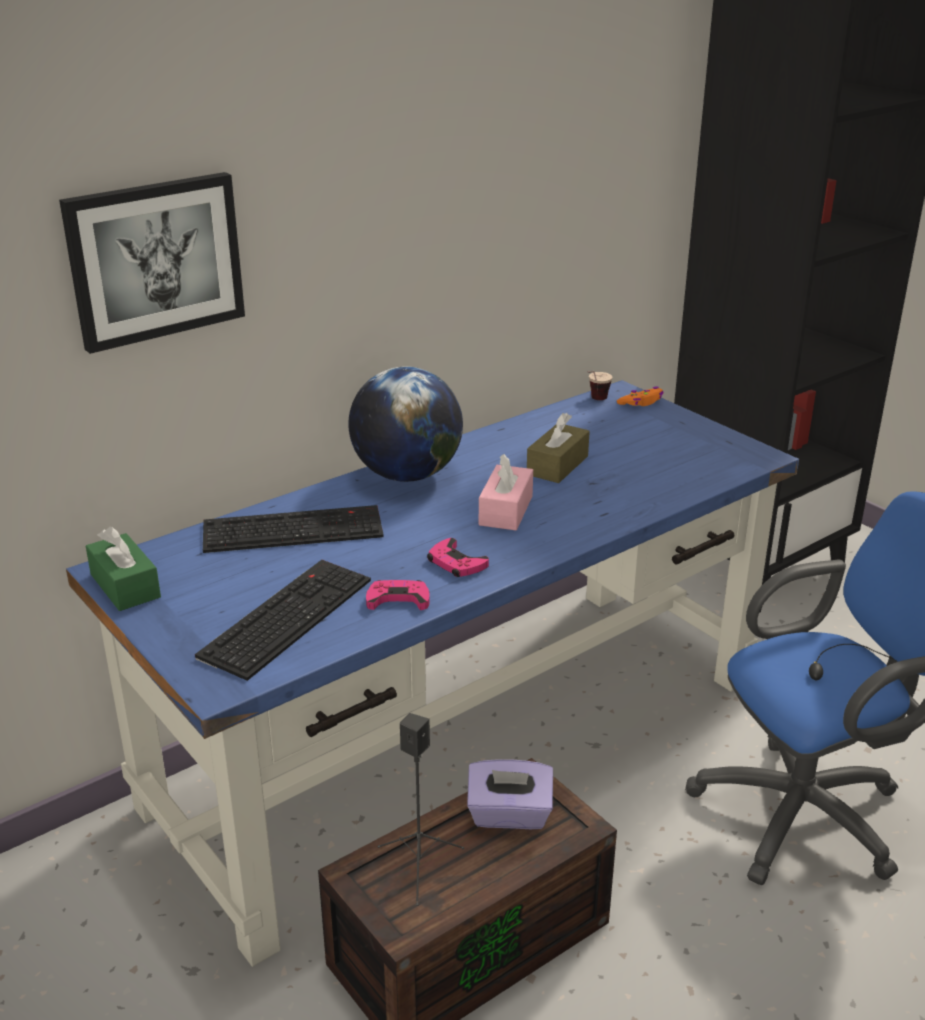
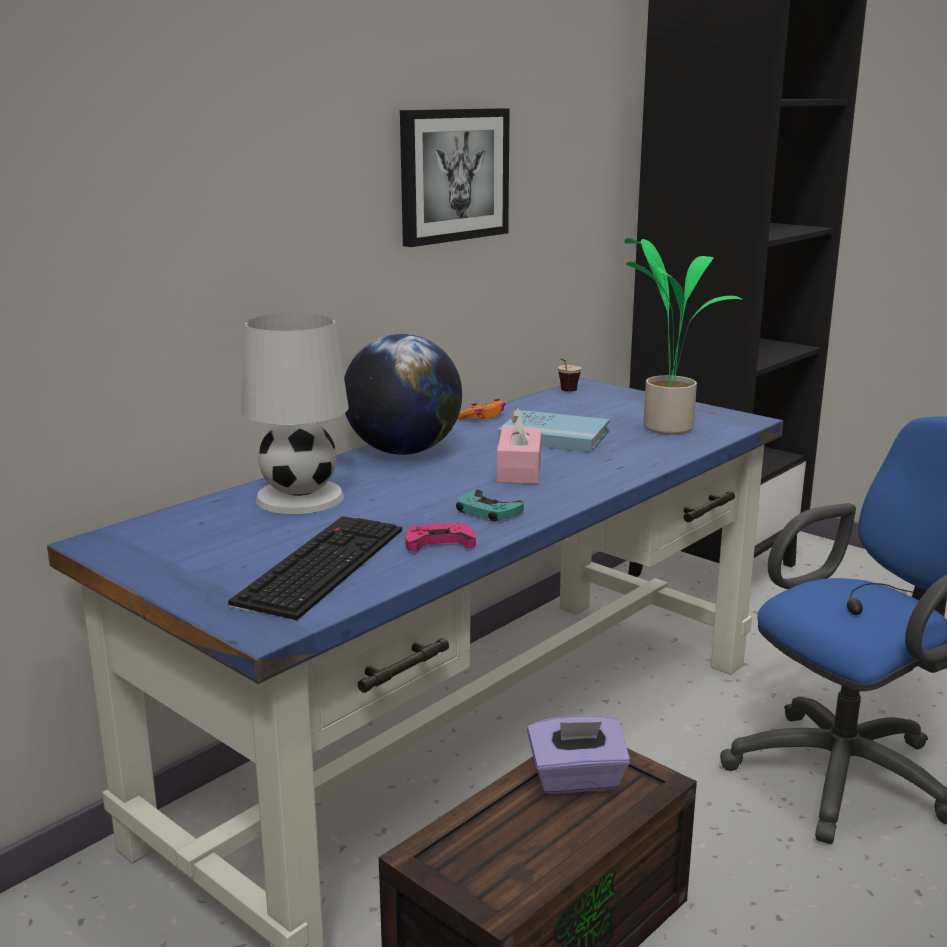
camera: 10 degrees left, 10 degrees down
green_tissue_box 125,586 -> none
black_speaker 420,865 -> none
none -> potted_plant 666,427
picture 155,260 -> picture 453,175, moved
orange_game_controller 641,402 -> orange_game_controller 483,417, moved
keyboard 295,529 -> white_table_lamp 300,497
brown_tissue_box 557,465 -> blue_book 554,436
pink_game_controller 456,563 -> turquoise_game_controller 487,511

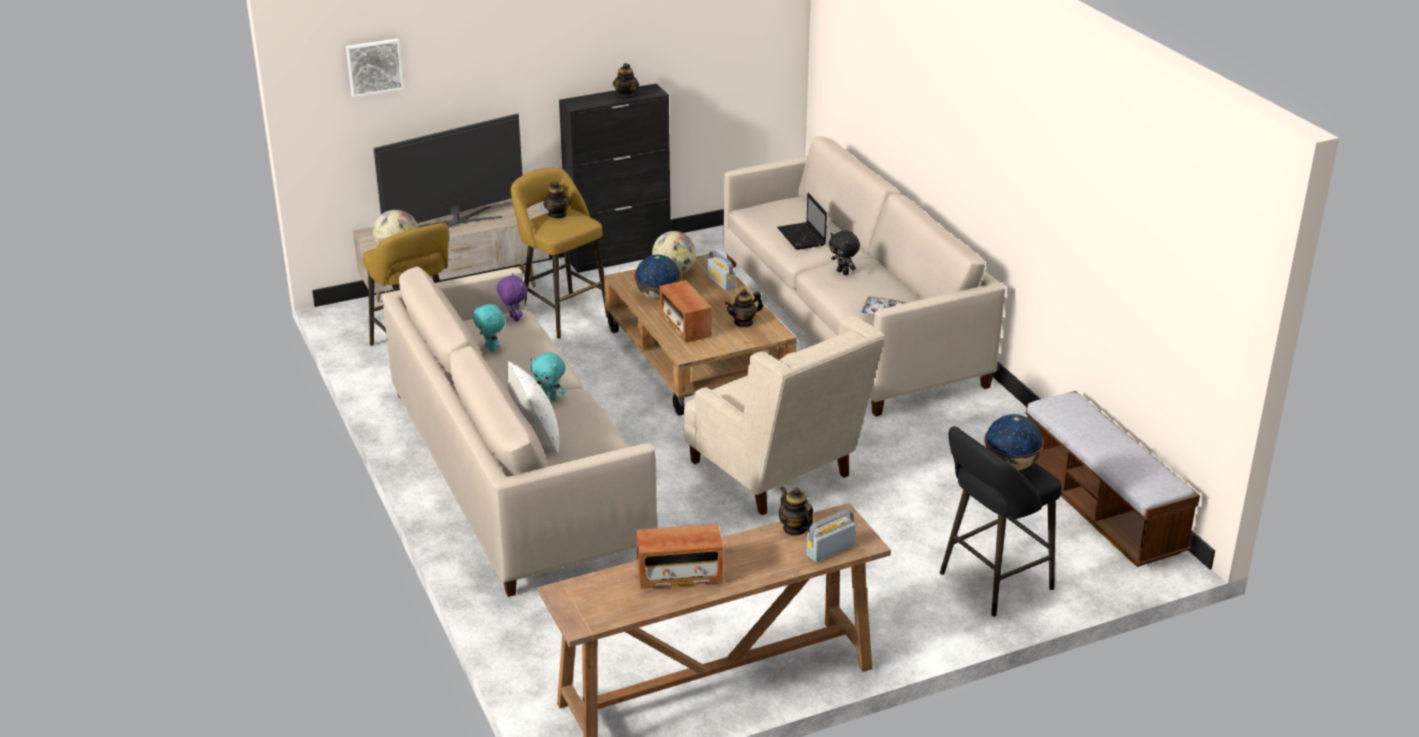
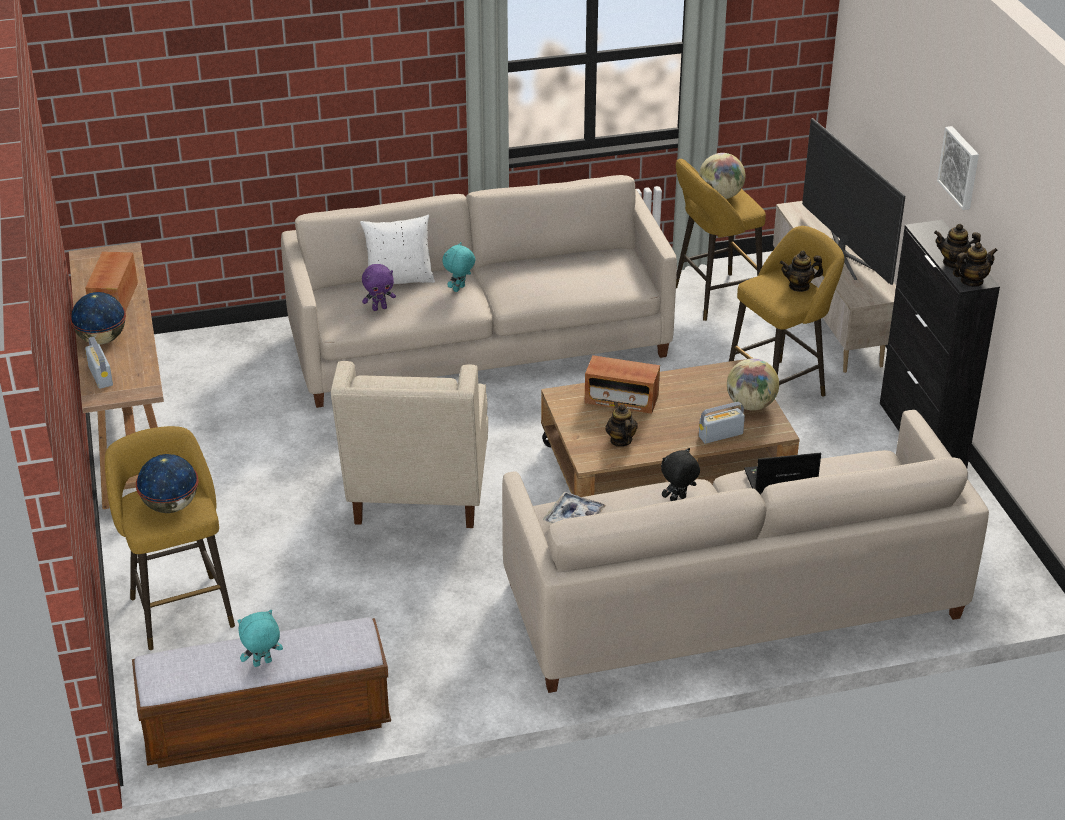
camera: 100 degrees right, 5 degrees up
picture 374,66 -> picture 961,167, moved
turquoise_plush_toy 491,348 -> turquoise_plush_toy 262,664, moved
purple_plush_toy 513,318 -> purple_plush_toy 379,308, moved
globe 657,296 -> globe 102,340, moved
teapot 795,528 -> teapot 971,281, moved
black_stool 991,583 -> yellow_stool 180,608
radio 685,326 -> radio 621,400, 150 degrees counterclockwise
beige_armchair 778,475 -> beige_armchair 418,497, 60 degrees counterclockwise

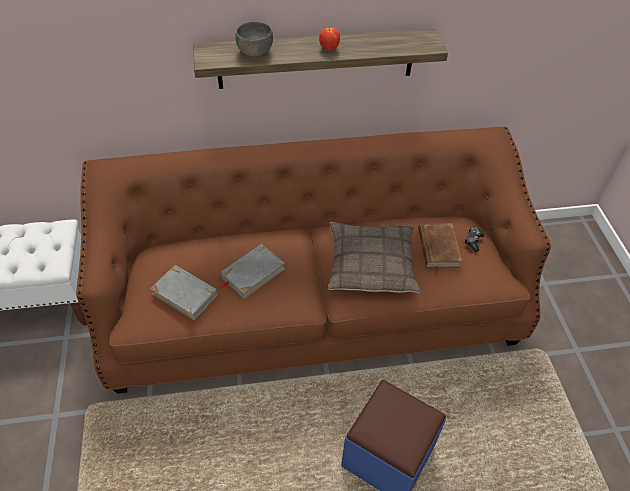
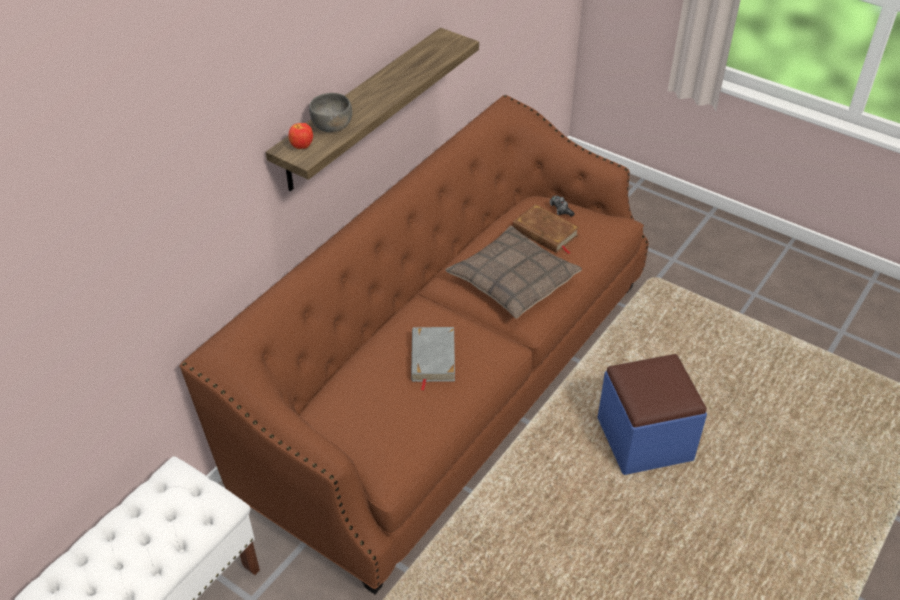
camera: 45 degrees left, 5 degrees down
grey_book 185,294 -> none
apple 329,48 -> apple 302,147, moved

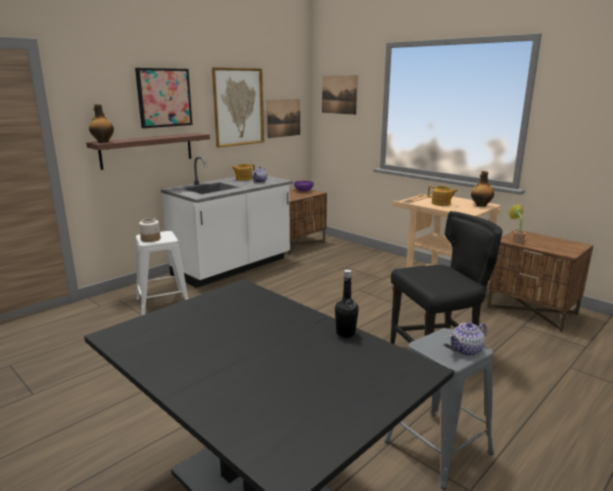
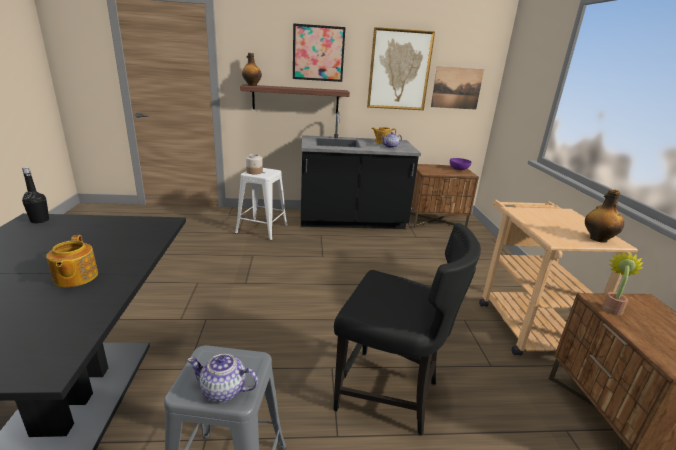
camera: 40 degrees right, 5 degrees up
picture 339,94 -> none
black_bottle 345,333 -> black_bottle 40,220, moved
teapot 441,204 -> teapot 75,277, moved
white_counter 233,267 -> black_counter 352,221

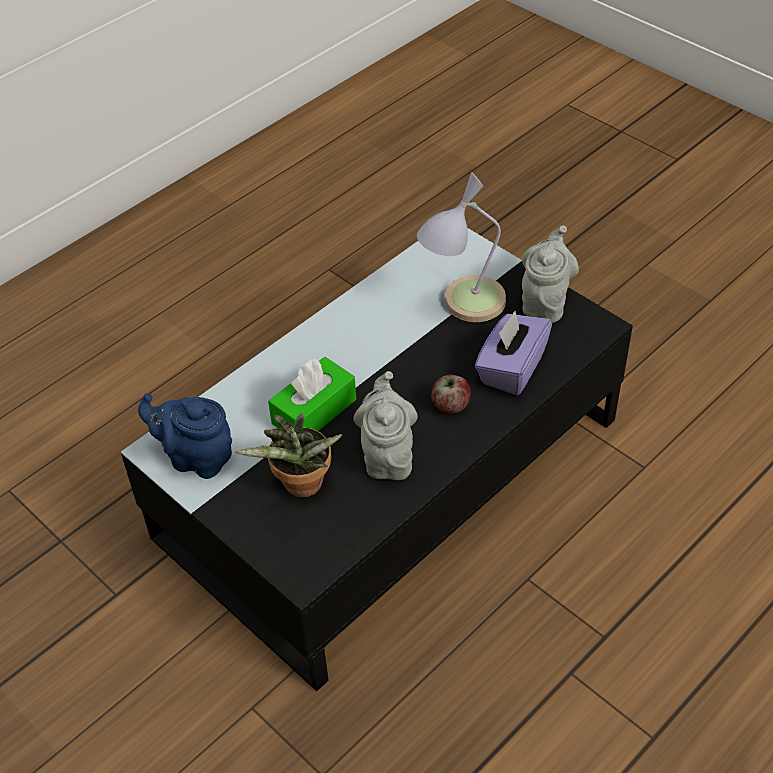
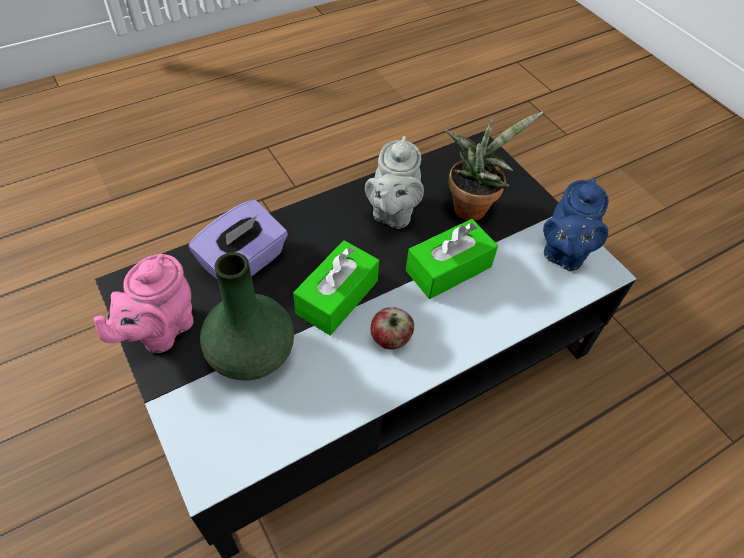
camera: 170 degrees left, 5 degrees up
none -> green_tissue_box 337,297
apple 450,405 -> apple 390,339, moved
table_lamp 462,304 -> green_vase 252,354
grey_teapot 545,302 -> pink_teapot 160,331
blue_teapot 196,458 -> blue_teapot 563,253, 75 degrees clockwise

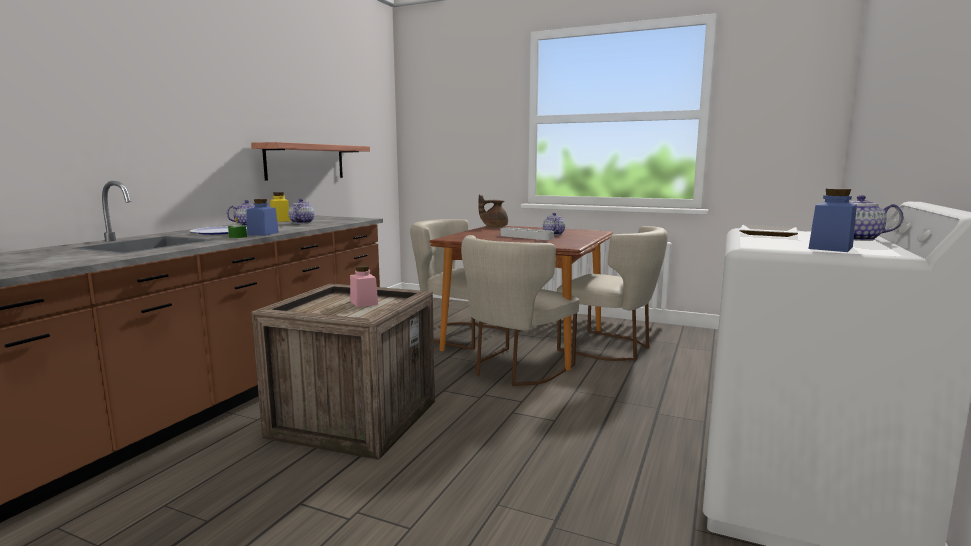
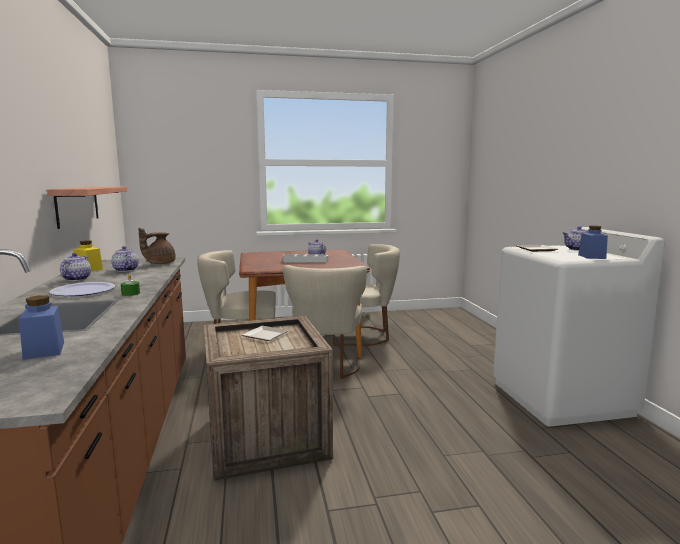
camera: 35 degrees left, 0 degrees up
blue_jar 263,233 -> blue_jar 44,350, moved
brown_teapot 494,226 -> brown_teapot 159,263, moved
pink_jar 364,302 -> plate 267,335

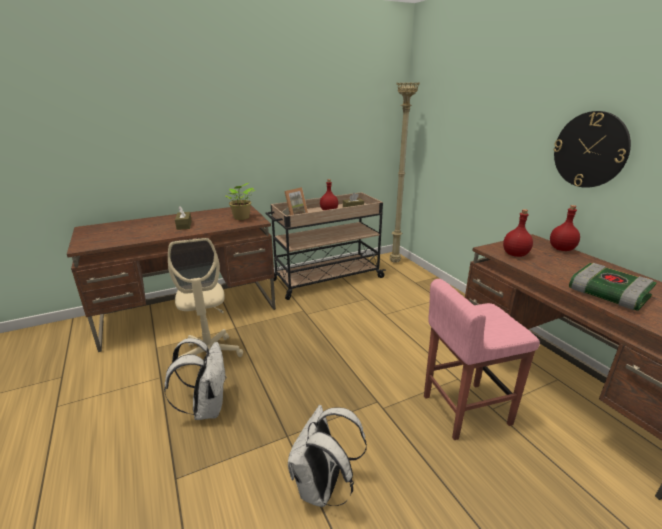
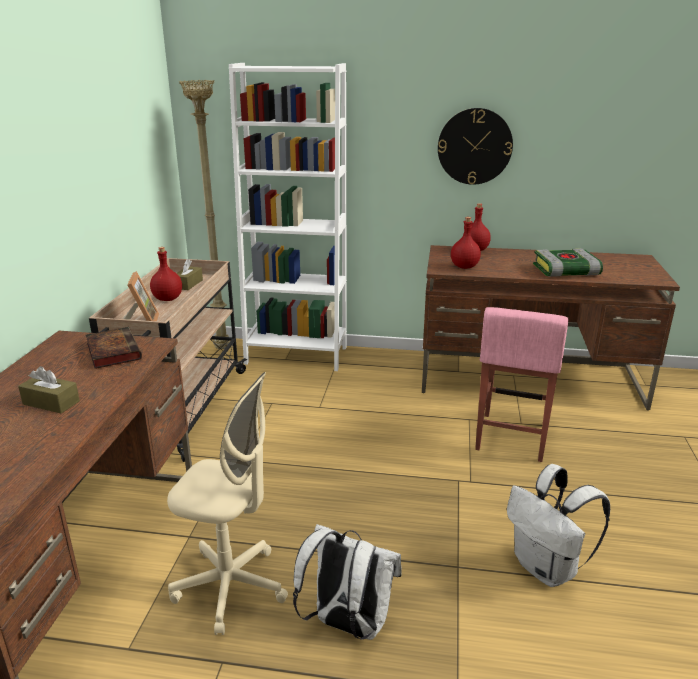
camera: 55 degrees left, 0 degrees up
none -> white_bookcase 296,355
potted_plant 241,218 -> book 112,351

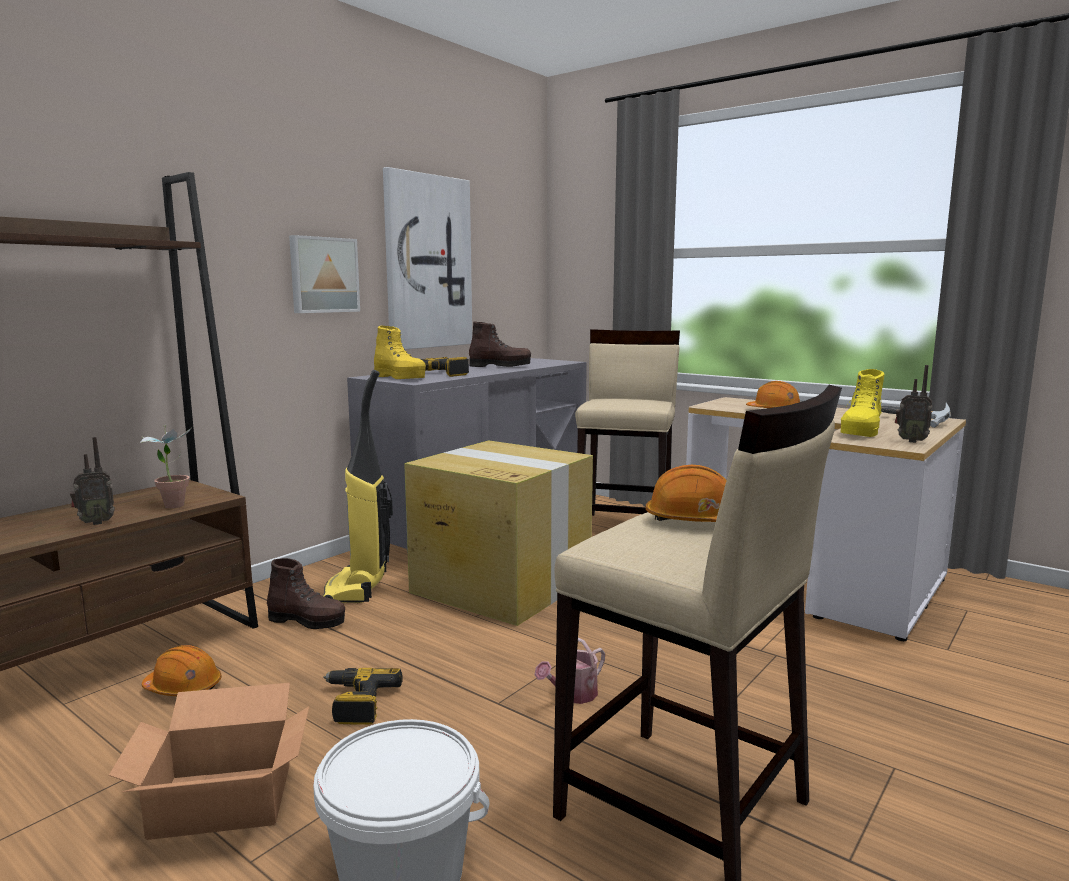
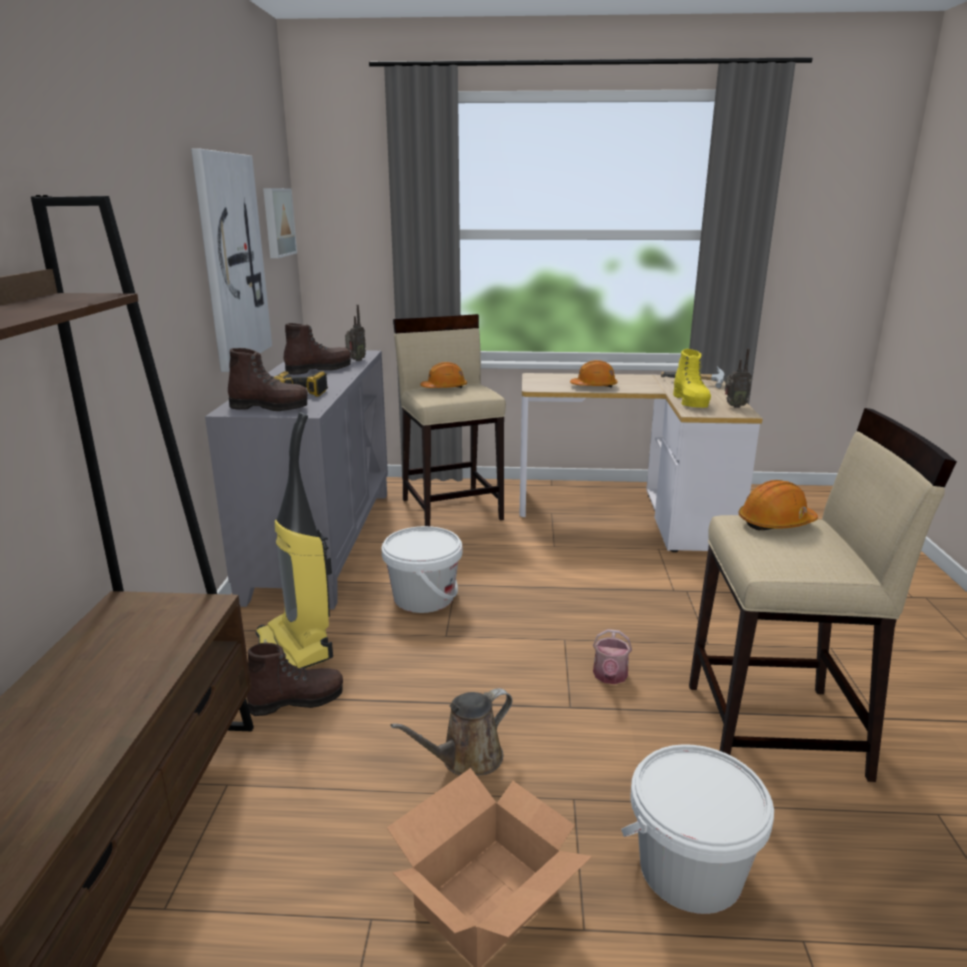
camera: 35 degrees left, 10 degrees up
potted_plant 172,504 -> none
radio 95,523 -> radio 355,360, moved
orange_hard_hat 183,688 -> orange_hard_hat 444,388, moved
picture 323,275 -> picture 277,222, moved
power_drill 357,703 -> brown_watering_can 466,759
cardboard_box 500,585 -> white_bucket 424,597
yellow_boot 400,377 -> brown_boot 270,407

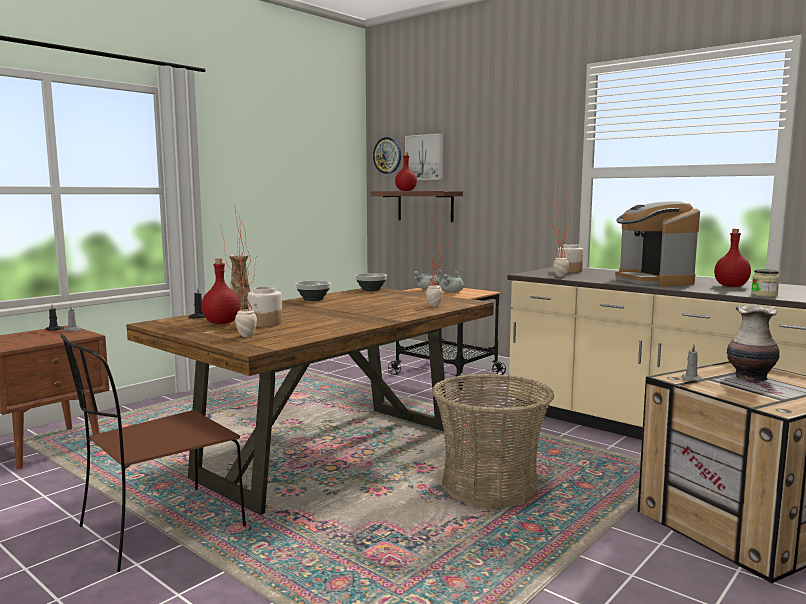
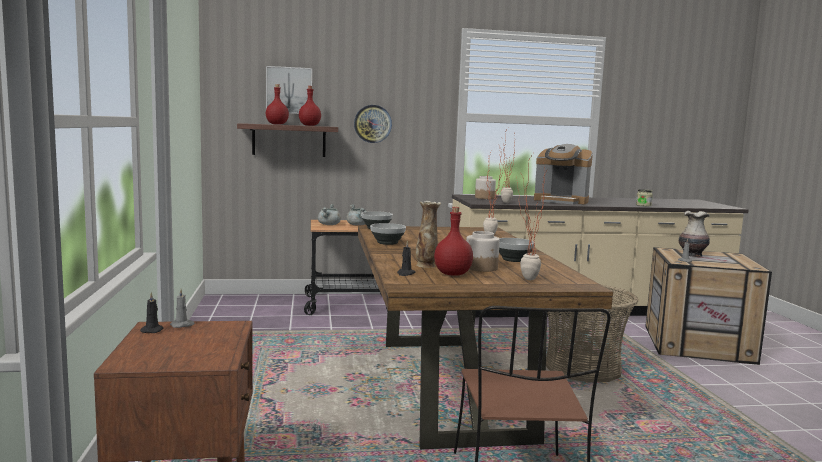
camera: 50 degrees left, 0 degrees up
none -> bowl 514,259
wall_clock 387,155 -> wall_clock 372,124, moved
red_bottle 730,286 -> red_bottle 309,125, moved

